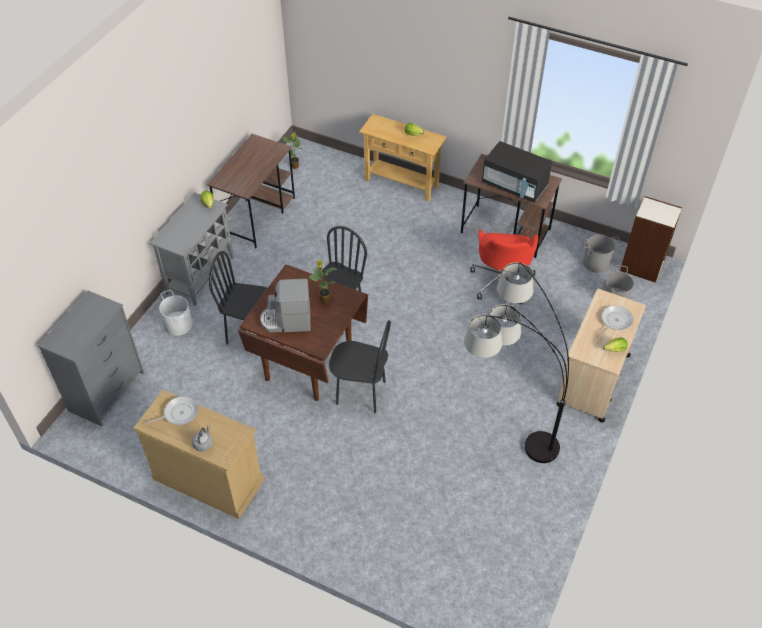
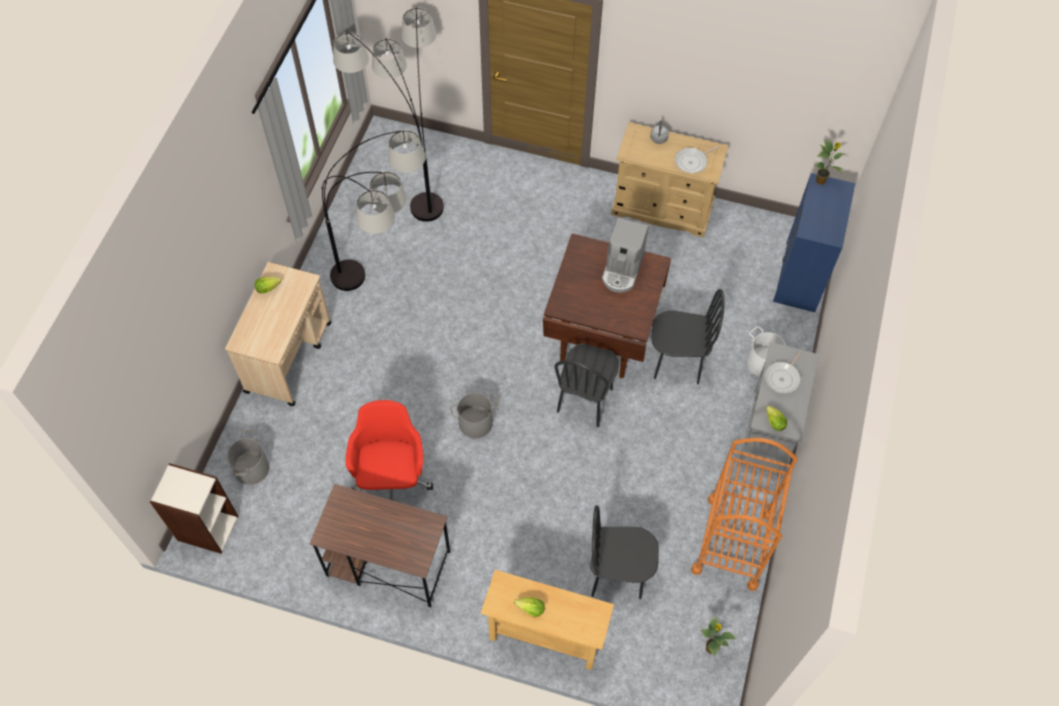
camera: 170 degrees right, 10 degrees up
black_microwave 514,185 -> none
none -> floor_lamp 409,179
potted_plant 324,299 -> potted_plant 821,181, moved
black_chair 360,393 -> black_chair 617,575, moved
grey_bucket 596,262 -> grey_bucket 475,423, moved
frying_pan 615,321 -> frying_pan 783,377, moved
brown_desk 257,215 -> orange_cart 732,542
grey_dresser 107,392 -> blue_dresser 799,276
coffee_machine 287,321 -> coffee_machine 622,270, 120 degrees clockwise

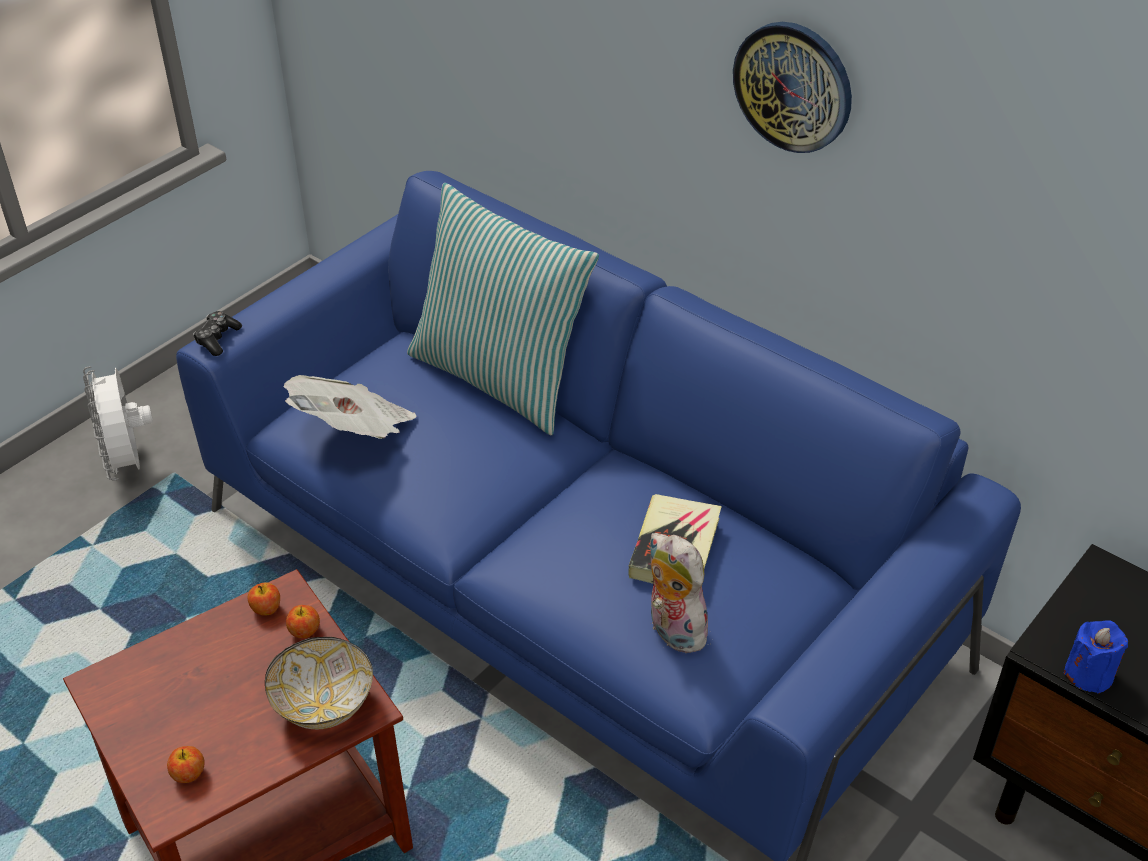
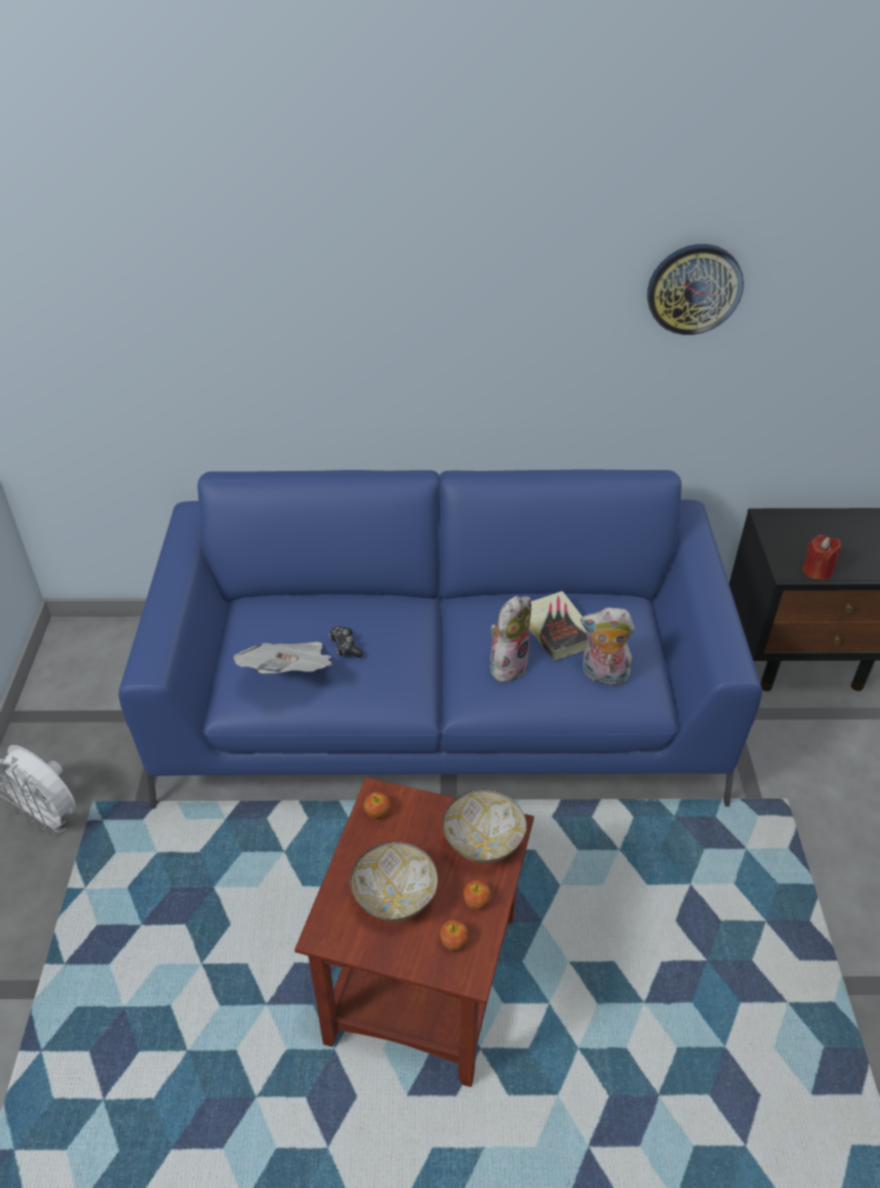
camera: 40 degrees left, 0 degrees up
pillow 500,377 -> none
none -> bowl 394,897
none -> plush_toy 507,664
game_controller 217,339 -> game_controller 345,646, moved
apple 304,631 -> apple 476,902, moved
wall_clock 793,86 -> wall_clock 694,289, moved
blue_candle 1088,674 -> red_candle 817,571

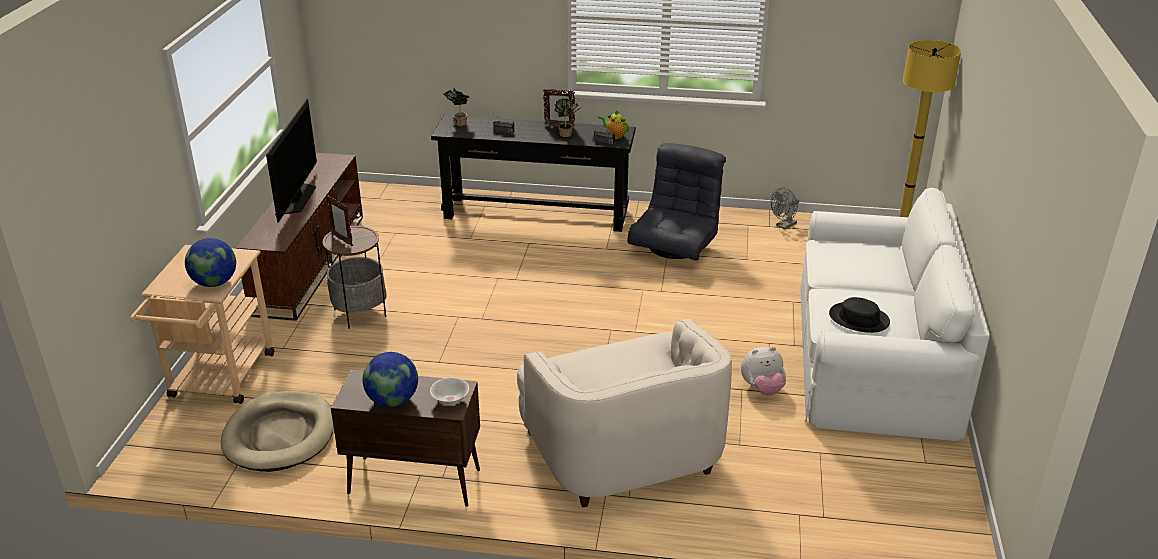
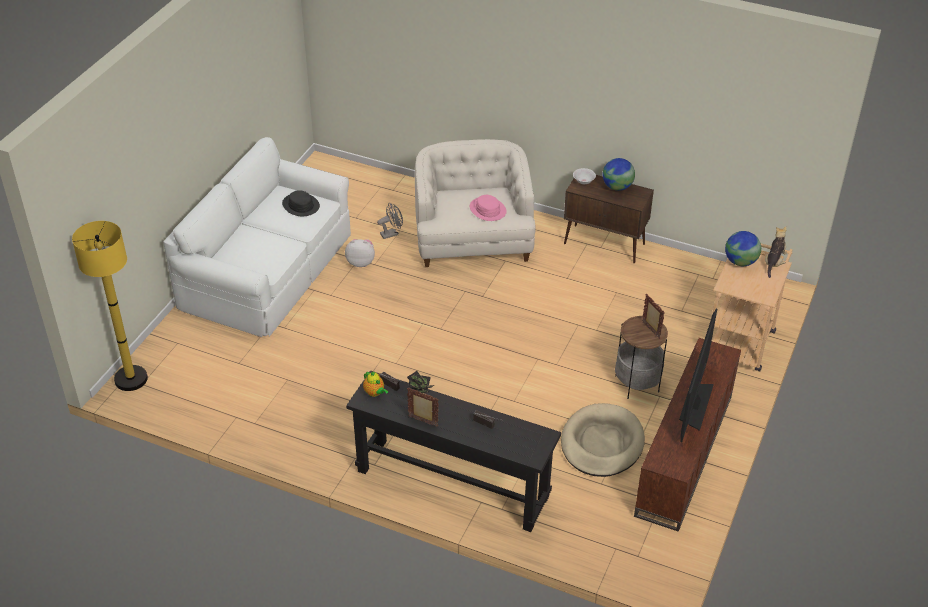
camera: 165 degrees left, 10 degrees up
potted_plant 458,123 -> none
grey_armchair 676,246 -> none
none -> pink_hat 487,210
none -> plush_toy 774,263
beige_dog_bed 280,435 -> beige_dog_bed 602,443, moved
grey_fan 784,226 -> grey_fan 392,233, moved

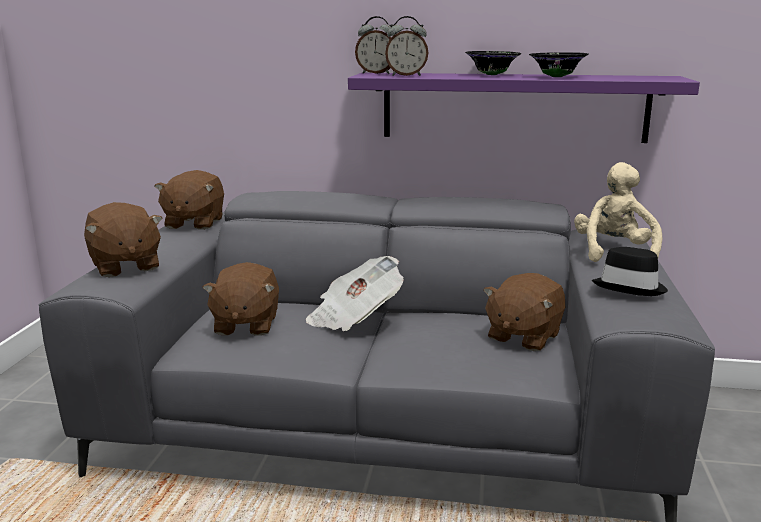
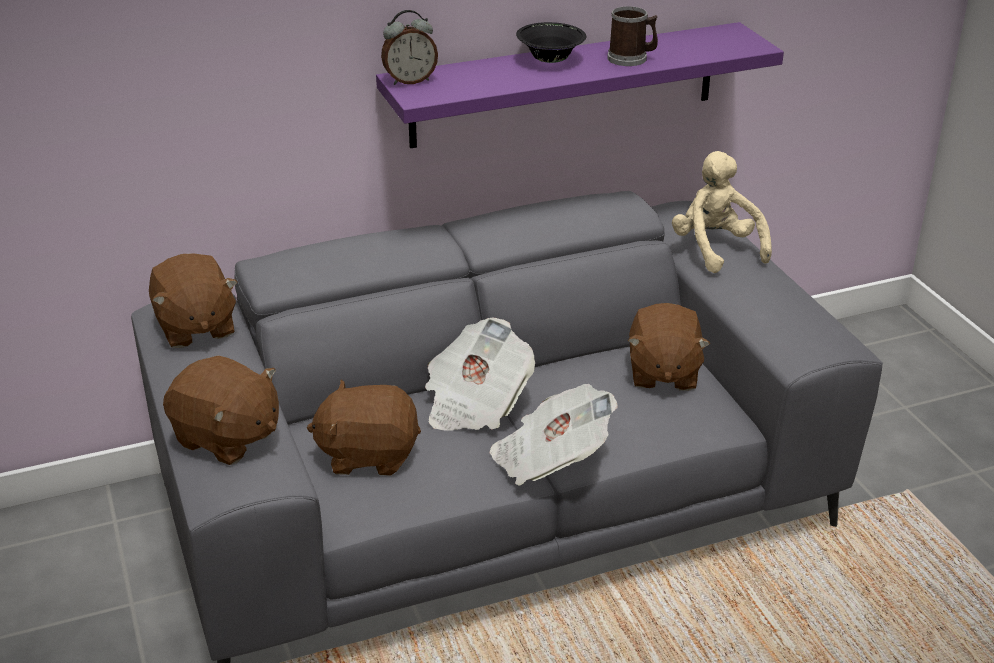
camera: 30 degrees left, 15 degrees up
alarm_clock 406,75 -> none
black_hat 630,287 -> none
none -> newspaper 550,459
black_bowl 557,77 -> mug 631,59
brown_plush_toy 245,325 -> brown_plush_toy 368,454, 120 degrees clockwise

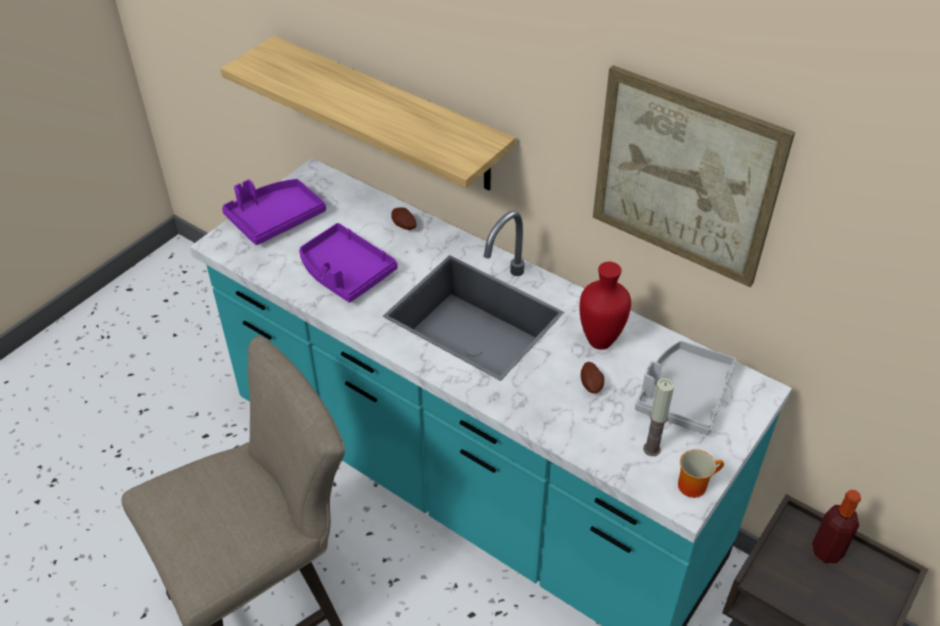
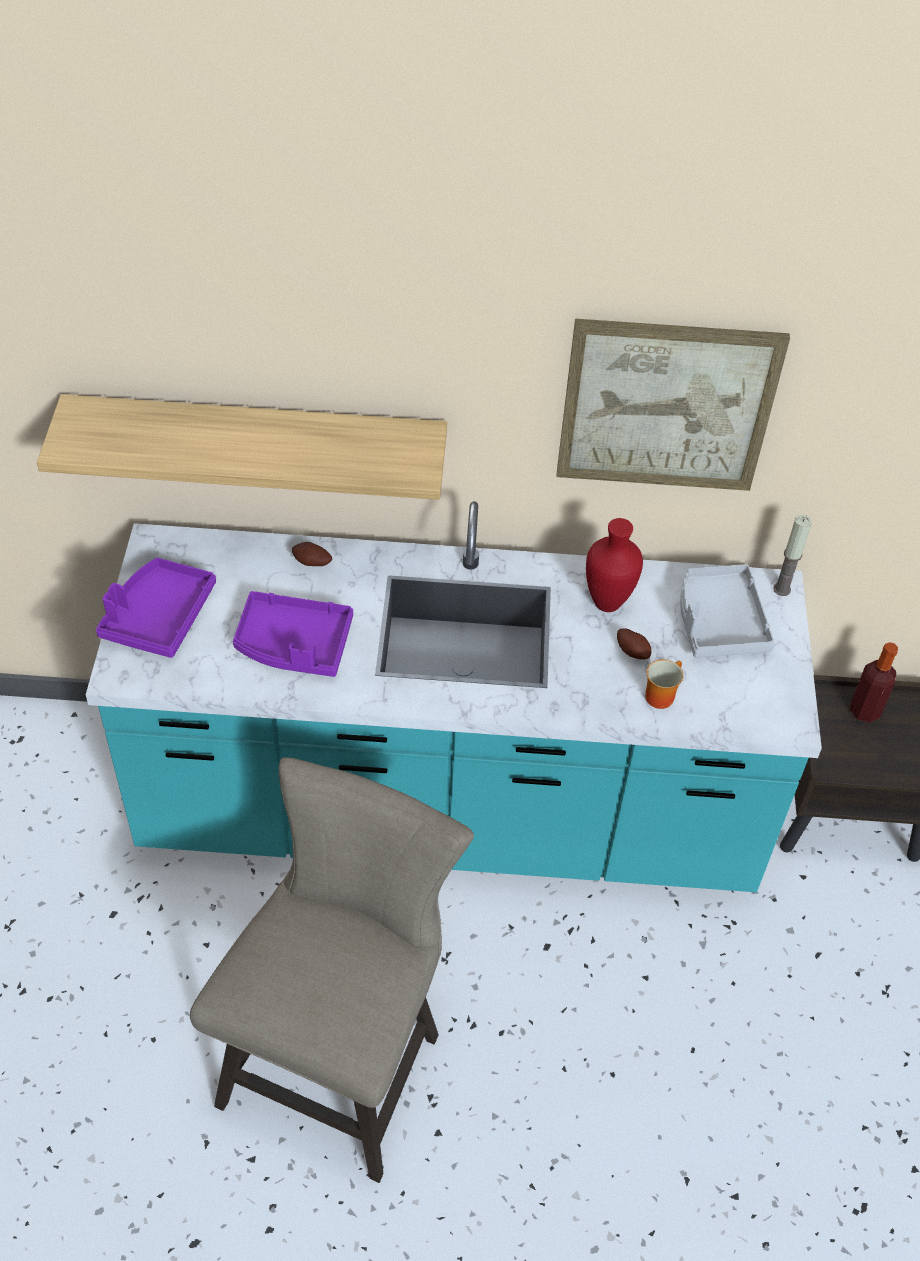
camera: 35 degrees left, 5 degrees up
candle 652,449 -> candle 782,589, moved
mug 694,483 -> mug 659,694, moved

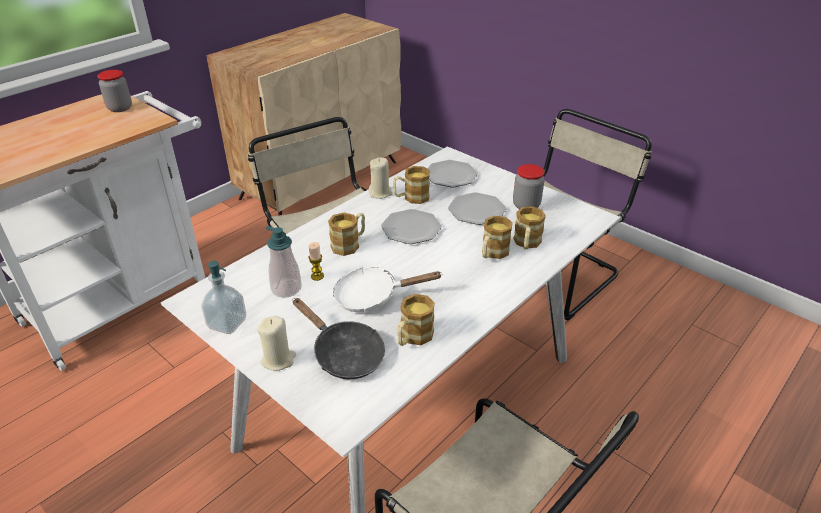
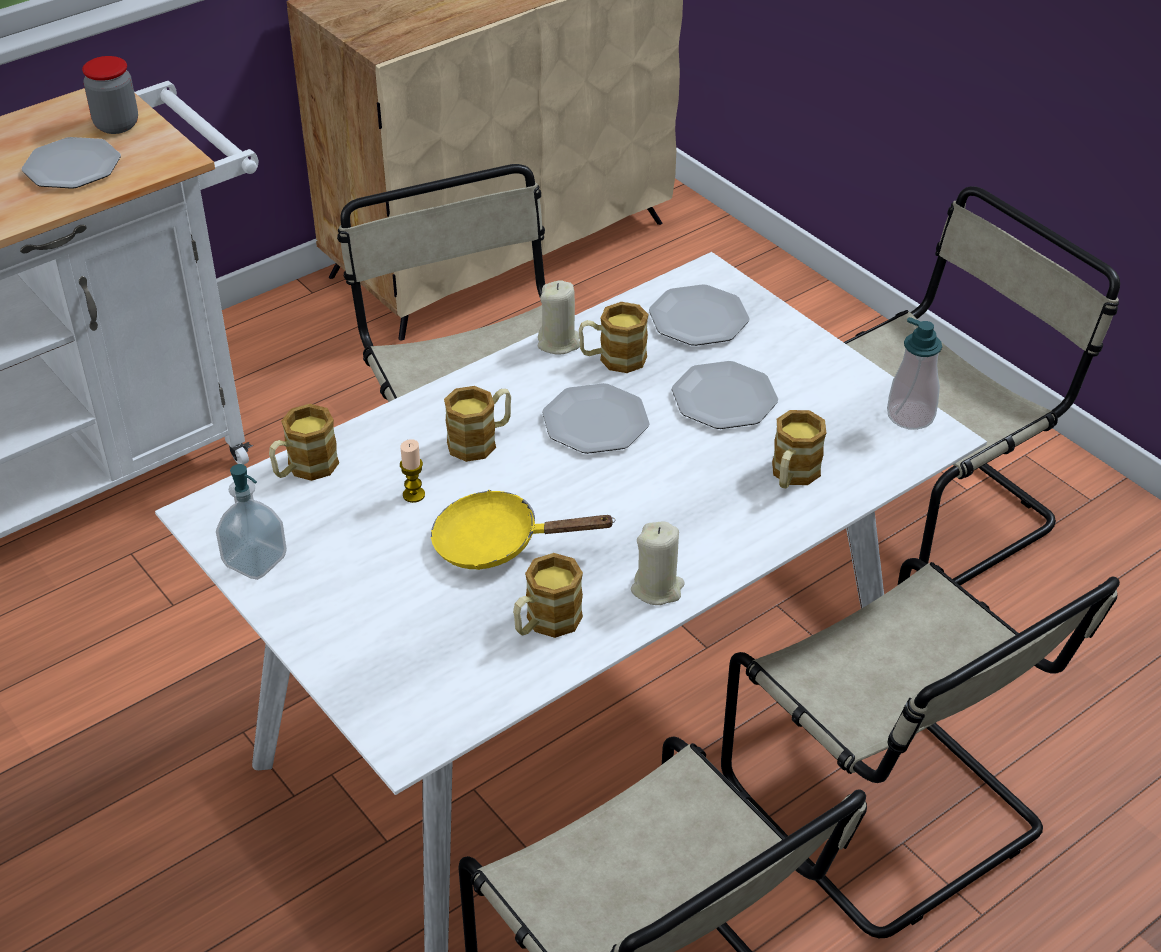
camera: 10 degrees right, 5 degrees up
black_frying_pan 344,354 -> none
jar 526,205 -> none
none -> plate 73,167
none -> beige_chair 889,814
beige_candle 278,360 -> beige_candle 657,588, moved
soap_dispenser 286,288 -> soap_dispenser 910,416, moved
mug 492,253 -> mug 304,469, moved
white_frying_pan 372,296 -> yellow_frying_pan 497,543

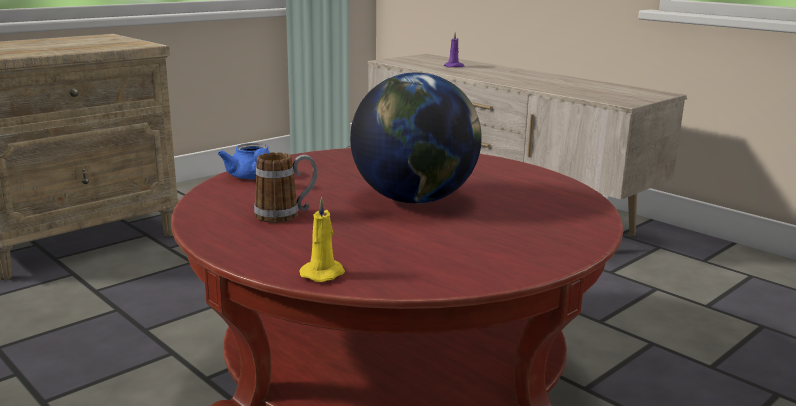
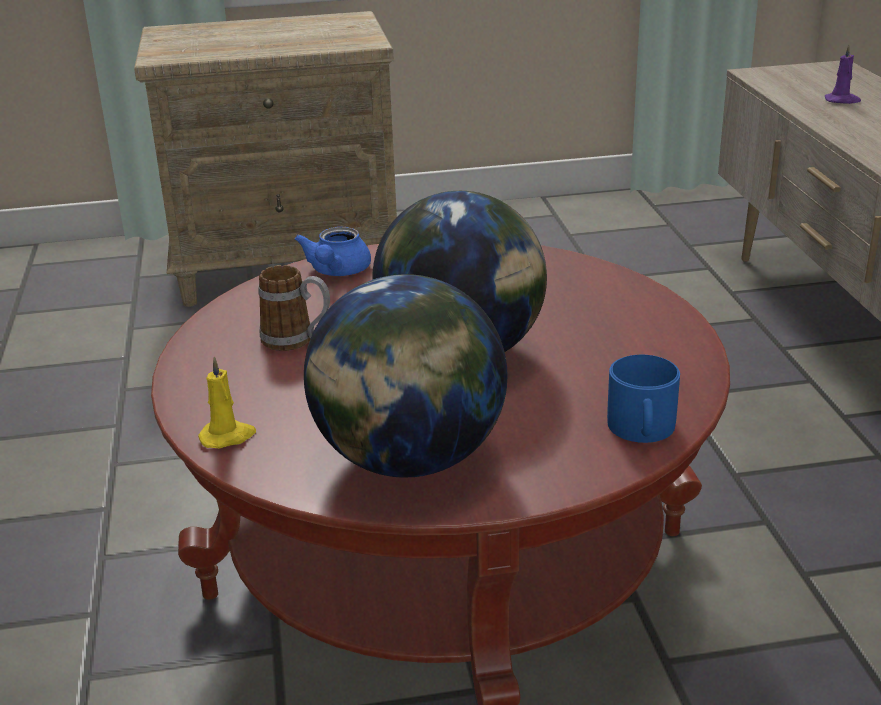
camera: 35 degrees right, 10 degrees up
none -> globe 409,460
none -> blue_mug 642,429

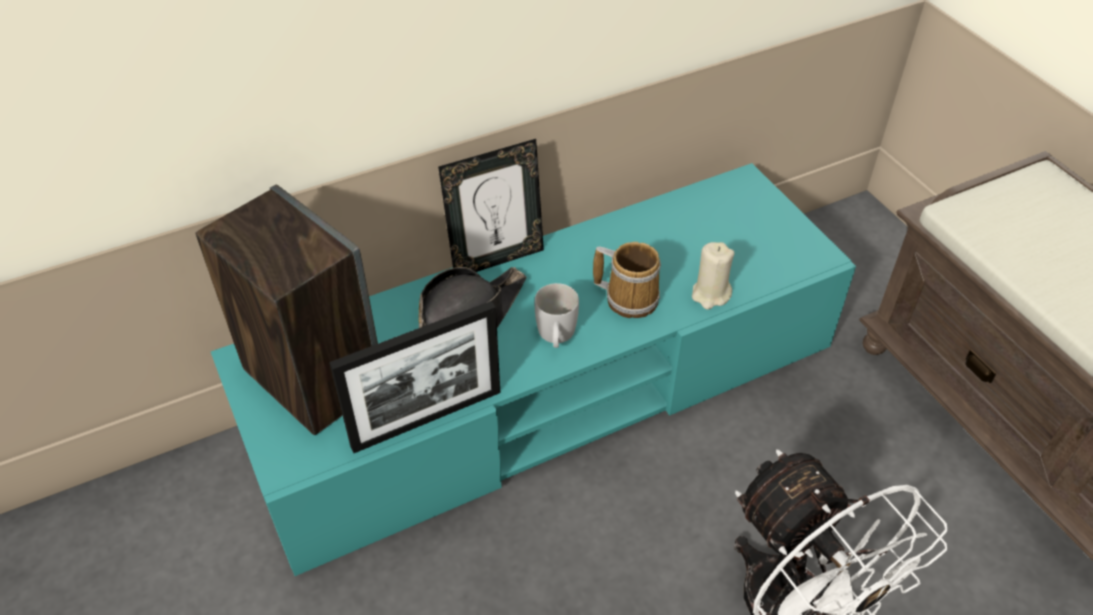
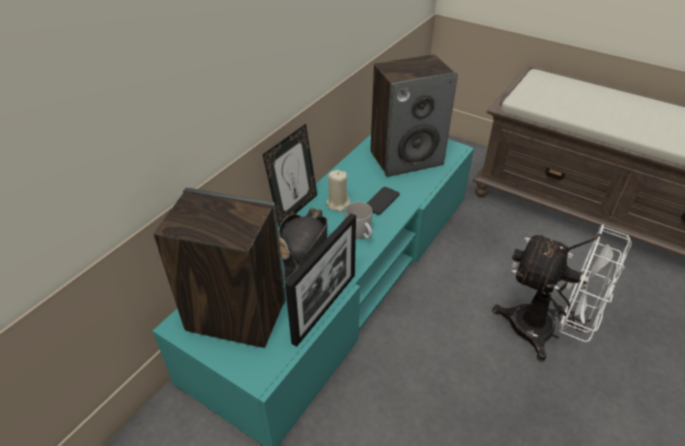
camera: 30 degrees left, 5 degrees down
none -> speaker 406,158
beige_candle 710,294 -> beige_candle 338,204, moved
mug 629,297 -> phone 381,201

